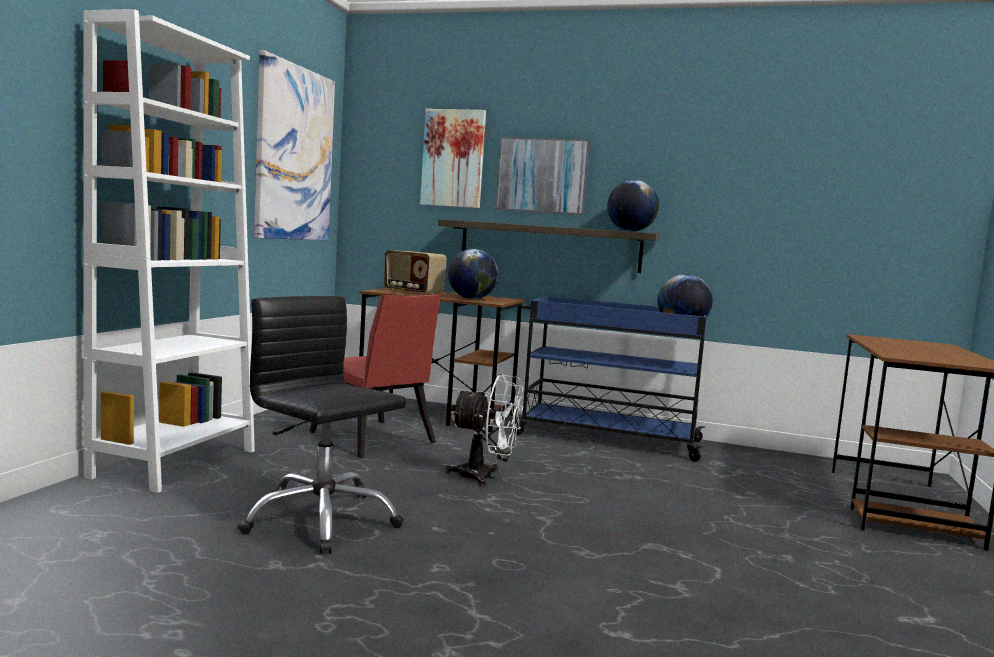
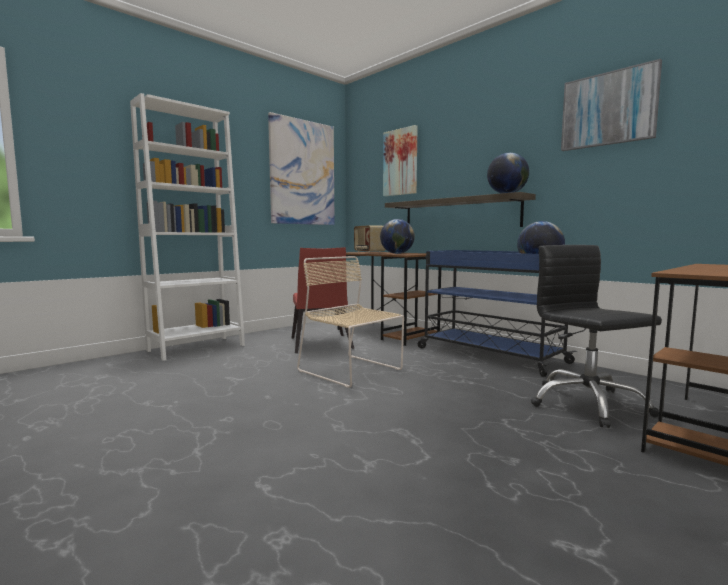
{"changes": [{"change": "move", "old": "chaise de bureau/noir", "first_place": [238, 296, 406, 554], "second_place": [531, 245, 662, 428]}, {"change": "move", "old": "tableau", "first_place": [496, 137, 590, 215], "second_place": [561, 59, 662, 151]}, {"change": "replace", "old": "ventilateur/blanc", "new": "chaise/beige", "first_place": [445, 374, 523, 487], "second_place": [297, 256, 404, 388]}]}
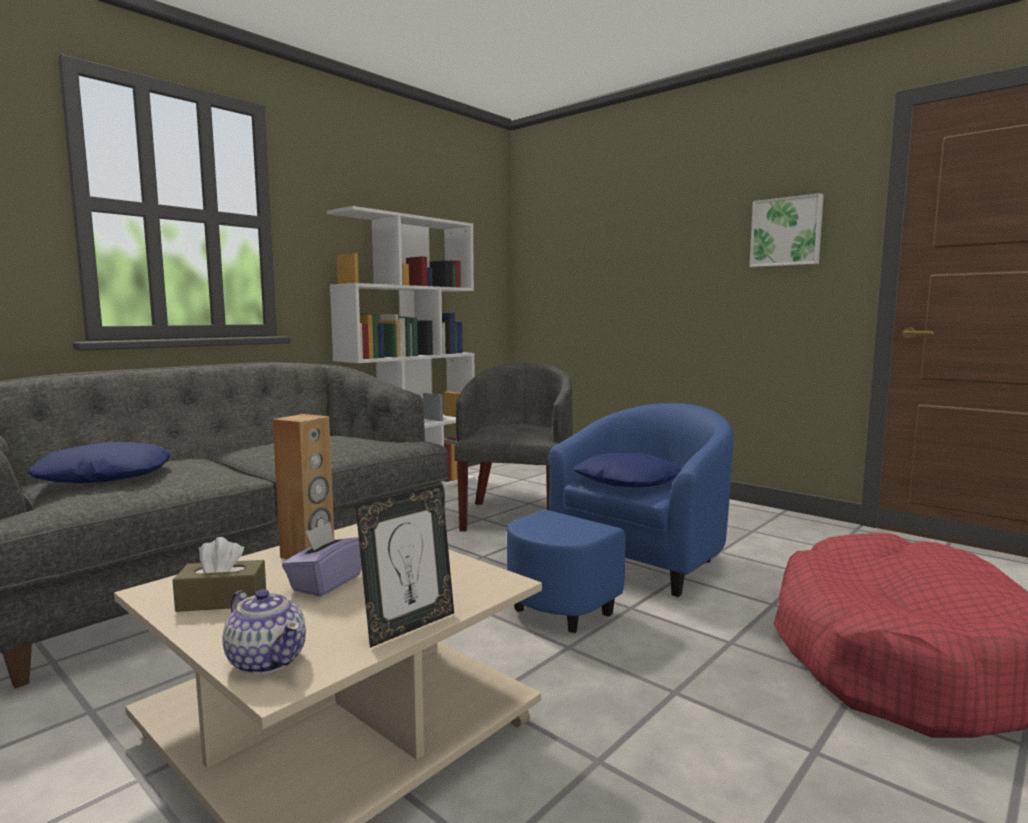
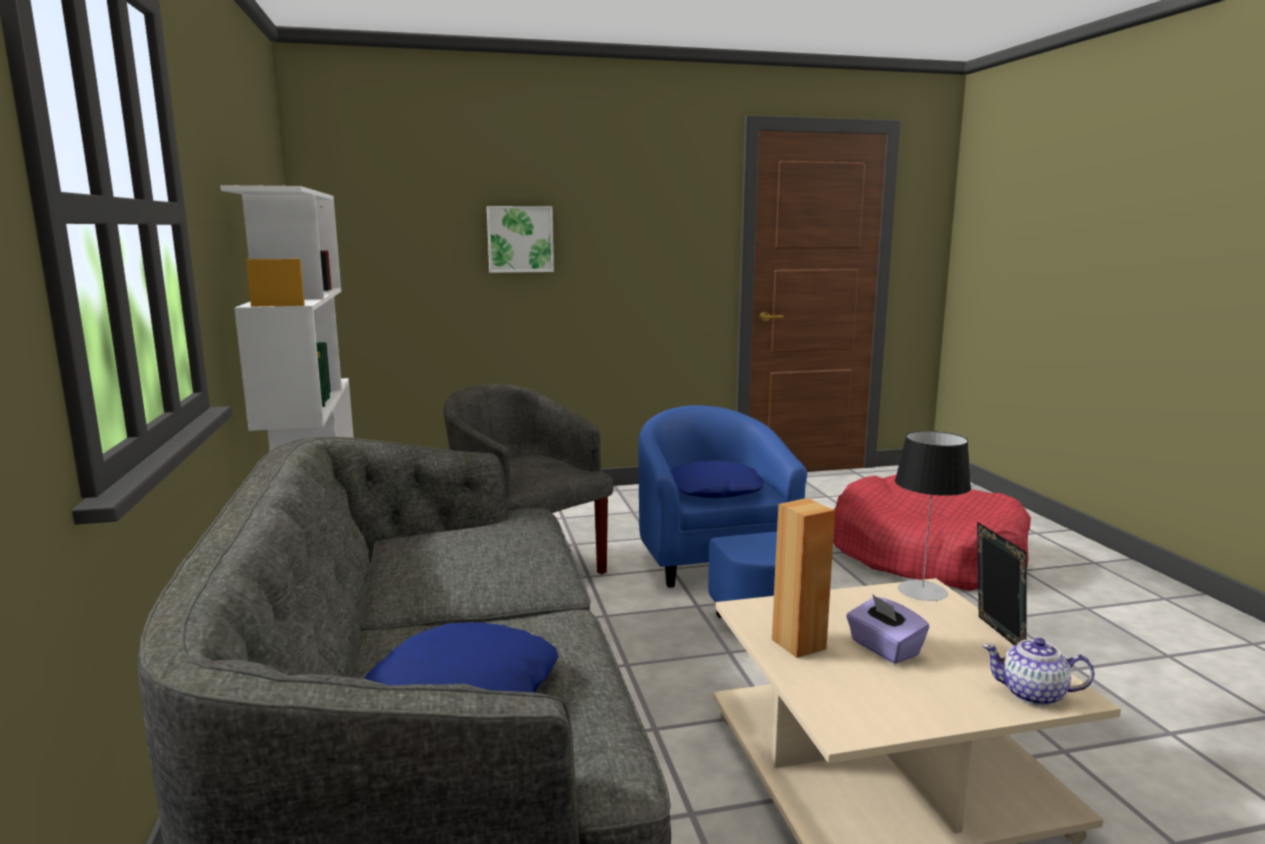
{"changes": [{"change": "delete", "old": "boîte à mouchoirs/marron", "first_place": [173, 537, 266, 612]}, {"change": "insert", "new": "lampe de table", "second_place": [895, 431, 971, 601]}, {"change": "move", "old": "tableau", "first_place": [749, 193, 824, 267], "second_place": [487, 206, 554, 273]}, {"change": "rotate", "old": "théière", "first_place": [223, 589, 306, 675], "second_place": [982, 638, 1095, 706], "degrees": -150}]}
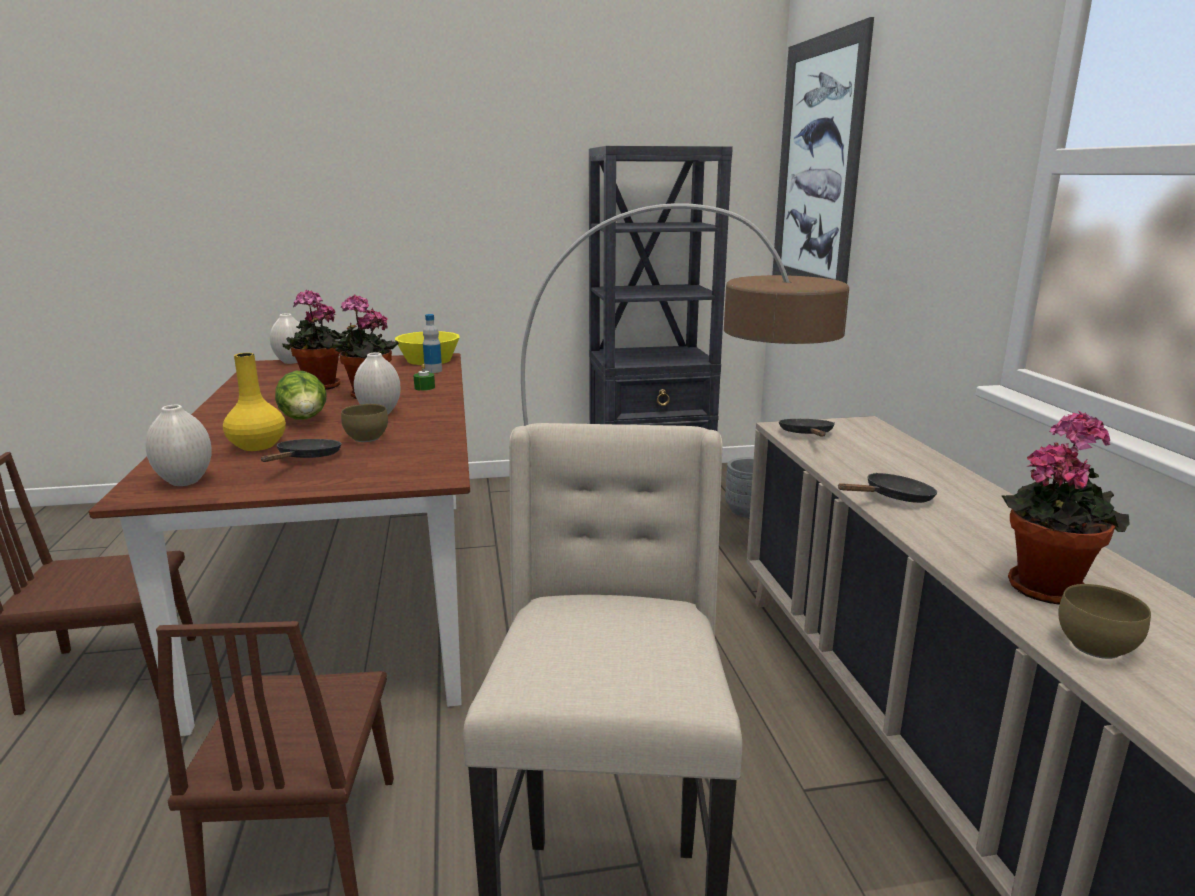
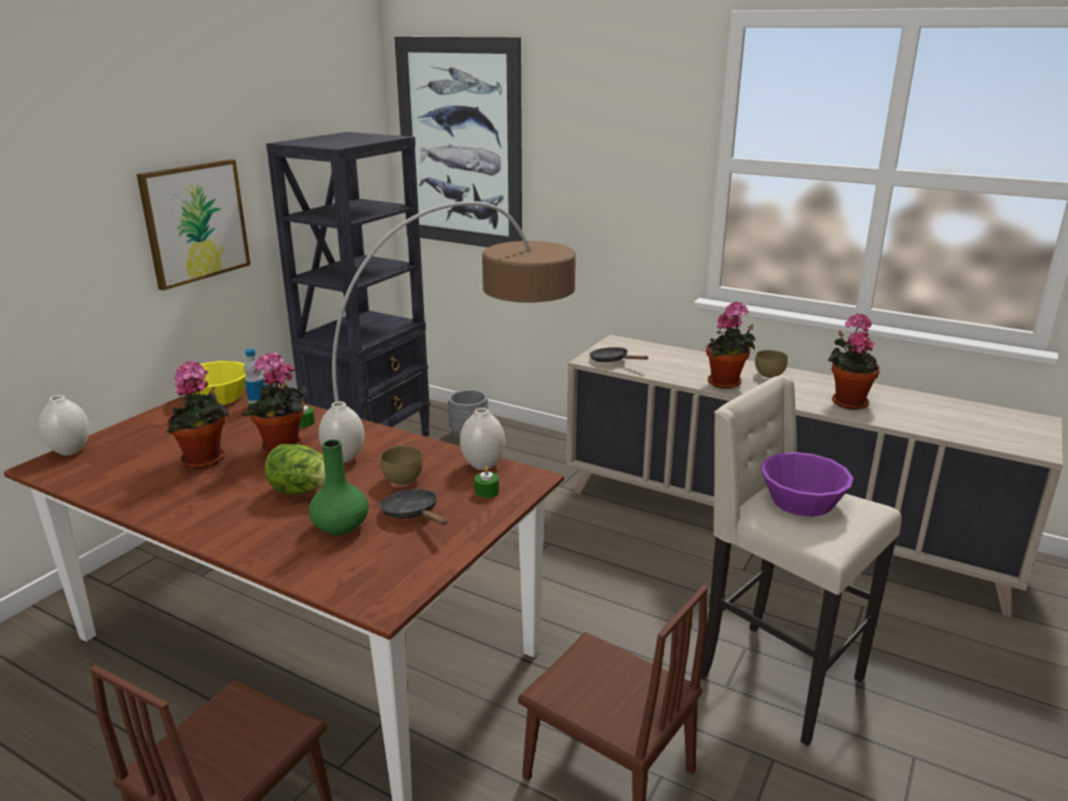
{"changes": [{"change": "insert", "new": "tableau", "second_place": [137, 159, 251, 291]}, {"change": "insert", "new": "bougie/vert", "second_place": [475, 466, 499, 498]}, {"change": "insert", "new": "bol/violet", "second_place": [761, 452, 853, 517]}, {"change": "move", "old": "vase/blanc", "first_place": [145, 405, 212, 486], "second_place": [460, 408, 505, 470]}, {"change": "move", "old": "bol/marron", "first_place": [1058, 584, 1151, 659], "second_place": [755, 350, 788, 378]}, {"change": "replace", "old": "poêle/noir", "new": "plante en pot", "first_place": [838, 473, 937, 503], "second_place": [706, 301, 756, 389]}, {"change": "recolor", "old": "vase/jaune", "new": "vase/vert", "first_place": [223, 353, 286, 451], "second_place": [309, 439, 369, 535]}]}
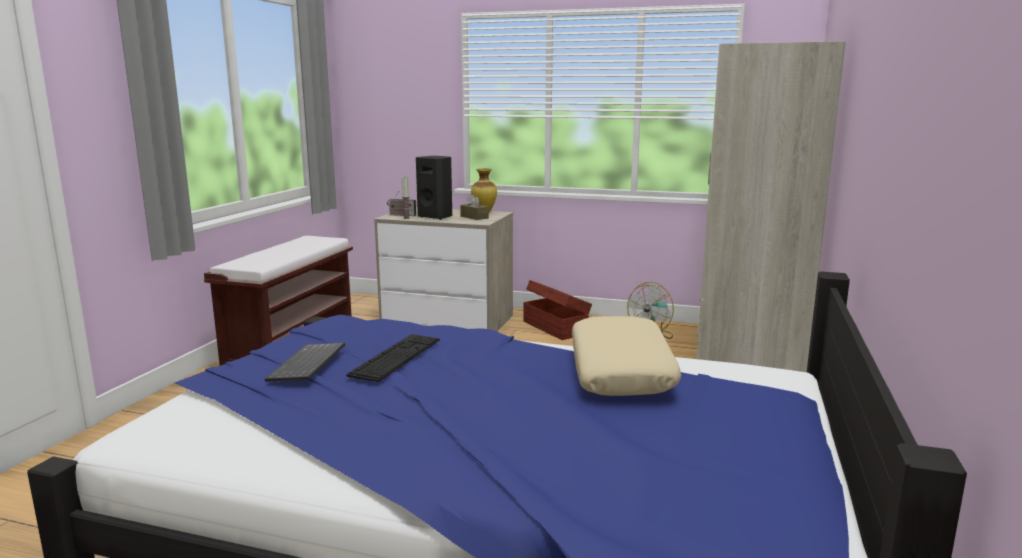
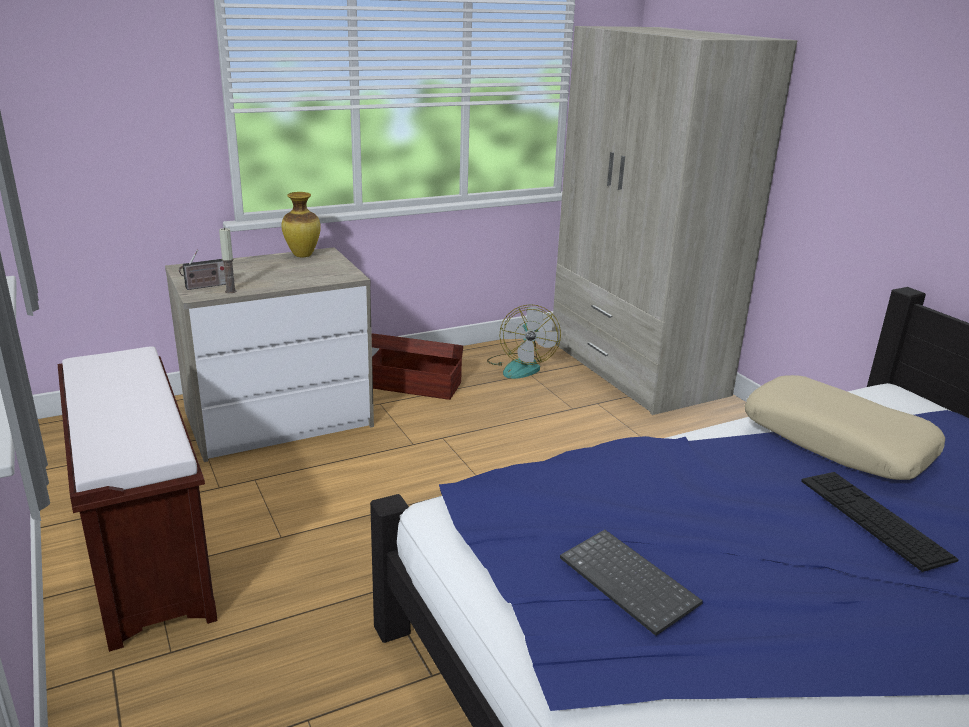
{"changes": [{"change": "delete", "old": "enceinte/noir", "first_place": [416, 156, 452, 220]}, {"change": "delete", "old": "boîte à mouchoirs/marron", "first_place": [460, 194, 489, 220]}, {"change": "move", "old": "clavier", "first_place": [346, 334, 440, 382], "second_place": [801, 472, 959, 572]}]}
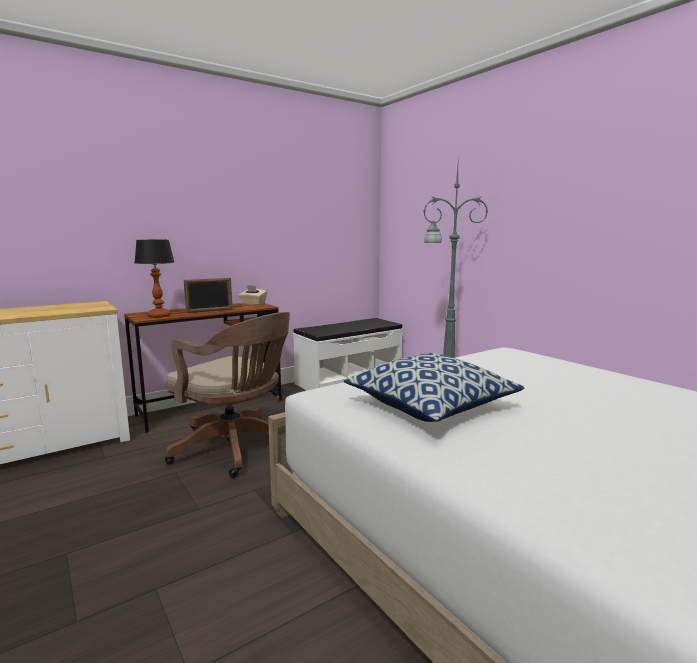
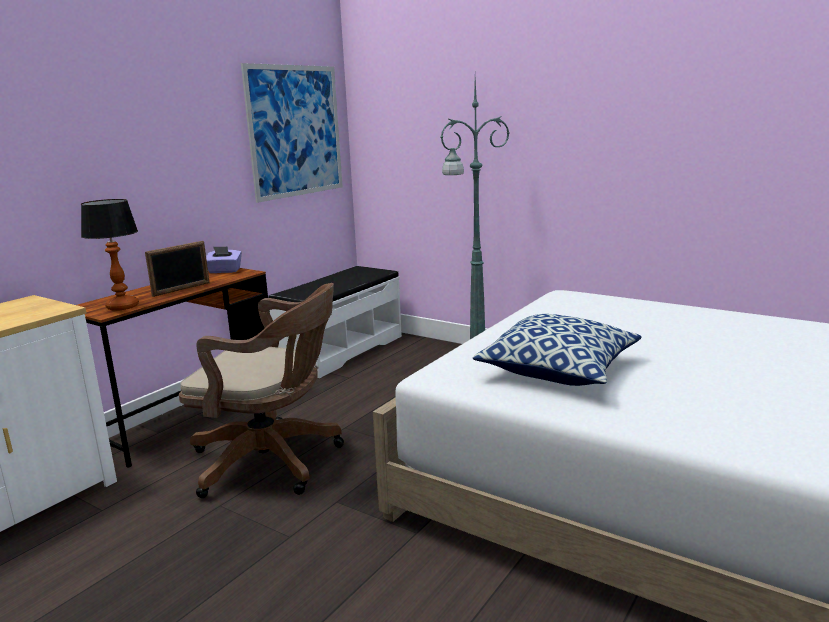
{"changes": [{"change": "insert", "new": "tableau", "second_place": [241, 63, 343, 203]}, {"change": "recolor", "old": "boîte à mouchoirs/beige", "new": "boîte à mouchoirs/violet", "first_place": [239, 285, 267, 305], "second_place": [206, 246, 242, 273]}]}
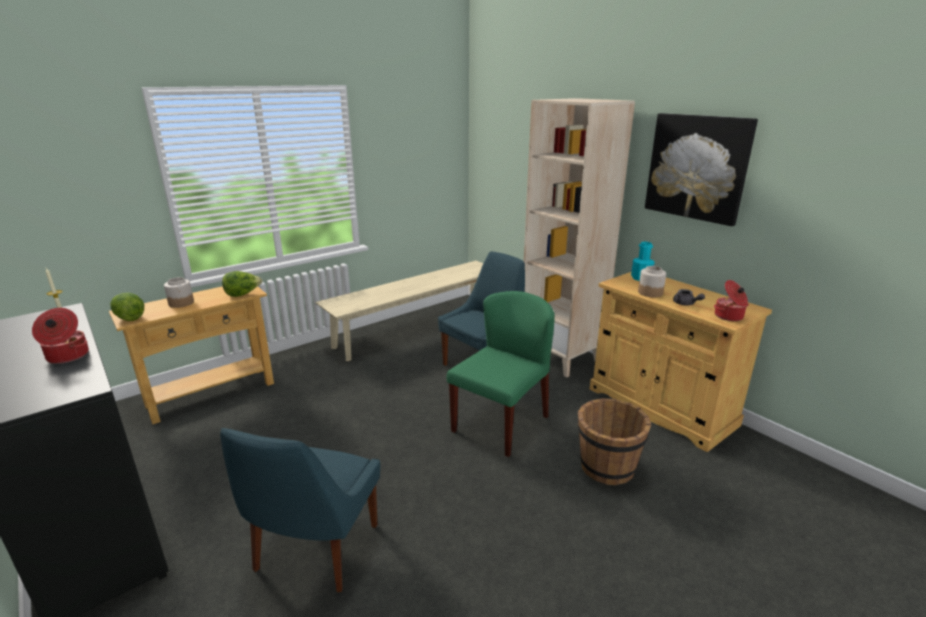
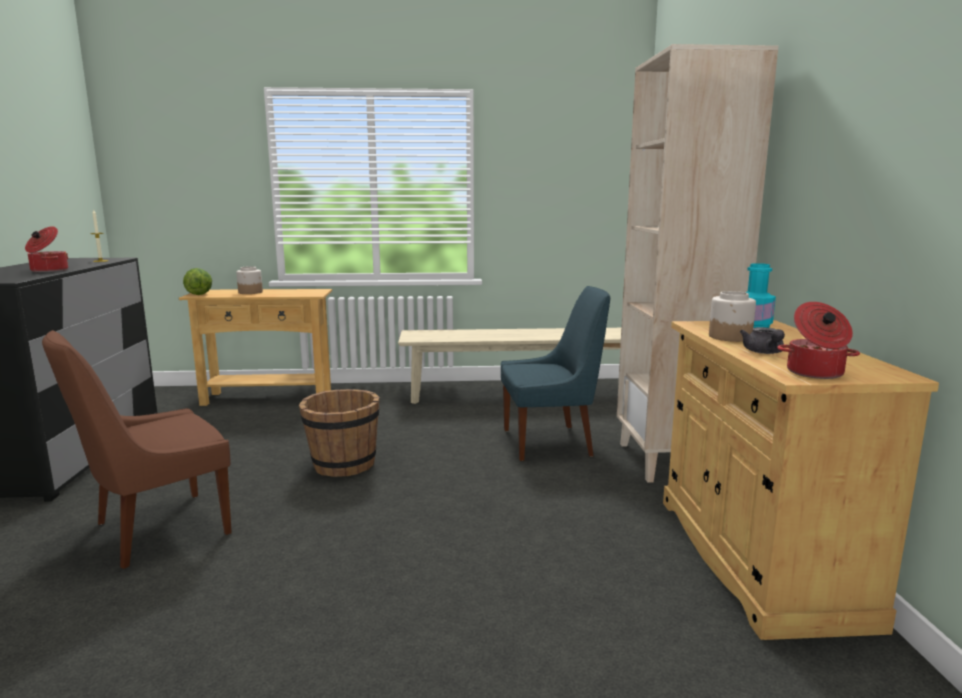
{"changes": [{"change": "delete", "old": "laitue", "first_place": [222, 271, 263, 297]}, {"change": "delete", "old": "chaise/vert", "first_place": [447, 291, 555, 457]}, {"change": "delete", "old": "tableau", "first_place": [645, 113, 758, 226]}, {"change": "move", "old": "seau/marron", "first_place": [578, 398, 651, 485], "second_place": [299, 389, 380, 477]}, {"change": "recolor", "old": "chaise/bleu", "new": "chaise/marron", "first_place": [220, 428, 380, 592], "second_place": [42, 330, 232, 569]}]}
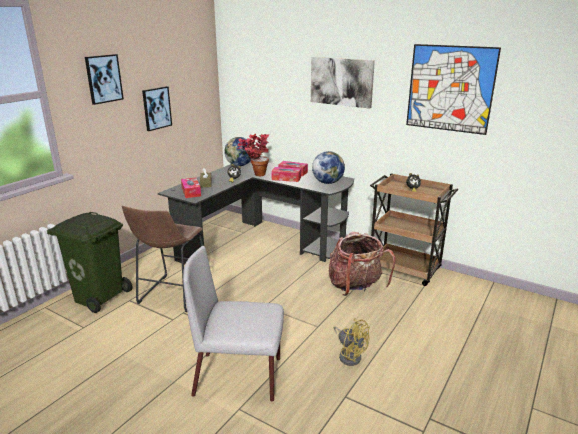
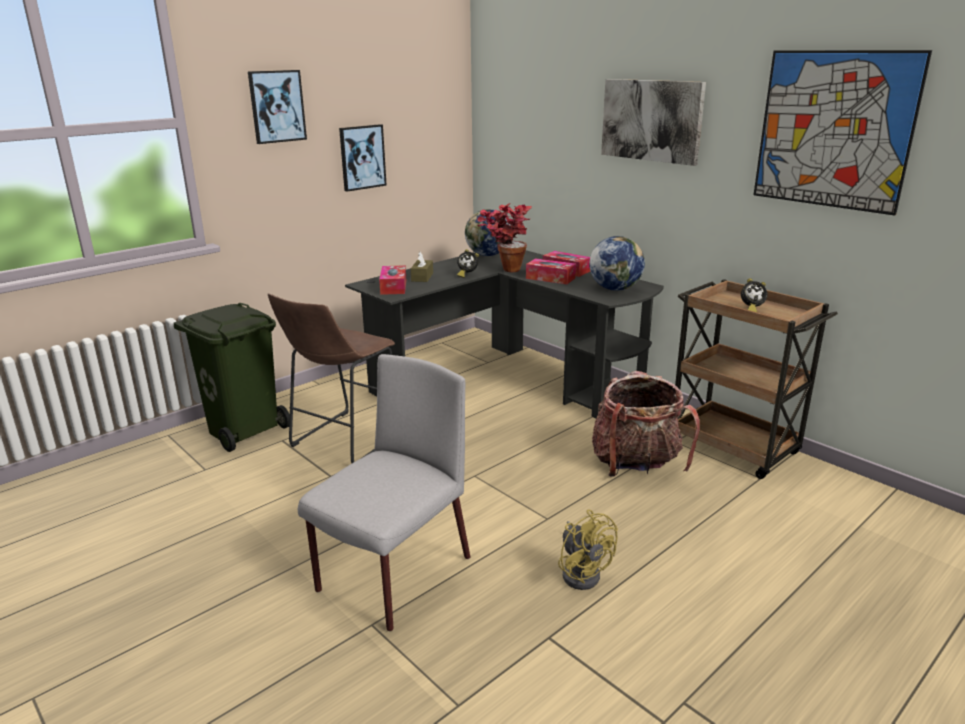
{"changes": [{"change": "rotate", "old": "chaise/gris", "first_place": [183, 246, 284, 401], "second_place": [298, 354, 470, 631], "degrees": 105}]}
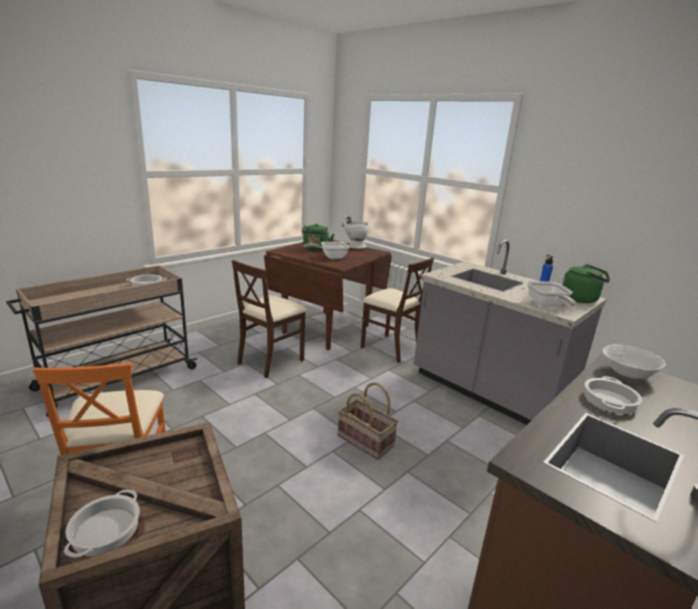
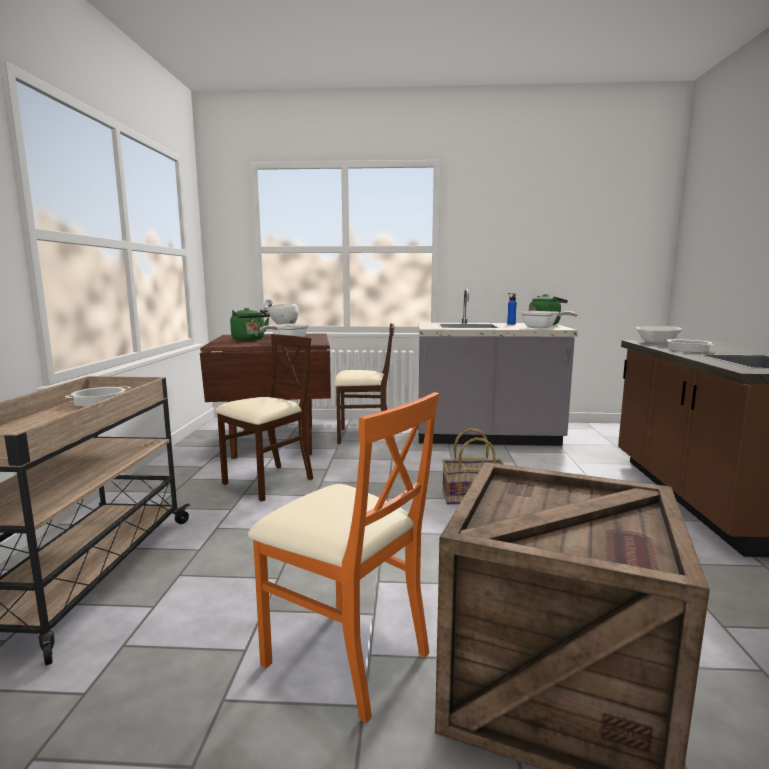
{"changes": [{"change": "delete", "old": "marmite", "first_place": [63, 490, 140, 557]}, {"change": "rotate", "old": "chaise/beige", "first_place": [232, 260, 307, 378], "second_place": [215, 334, 313, 502], "degrees": -135}]}
